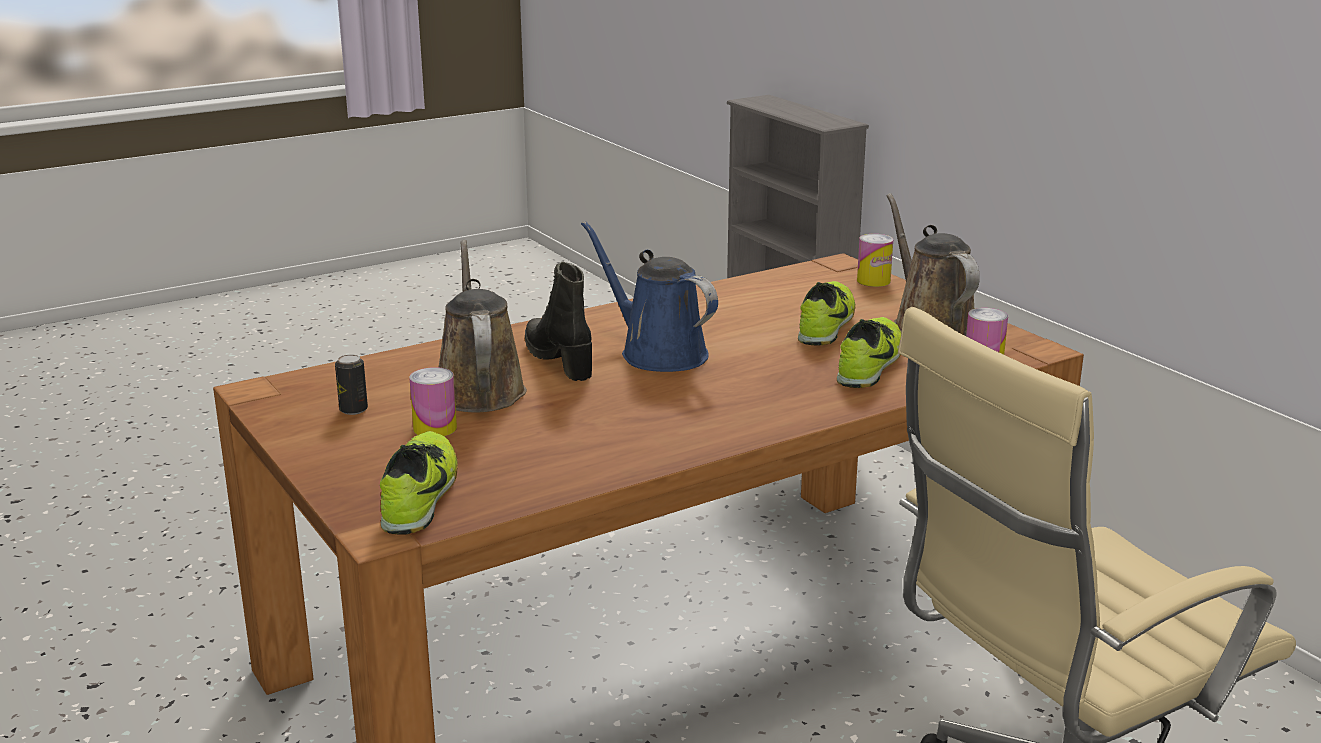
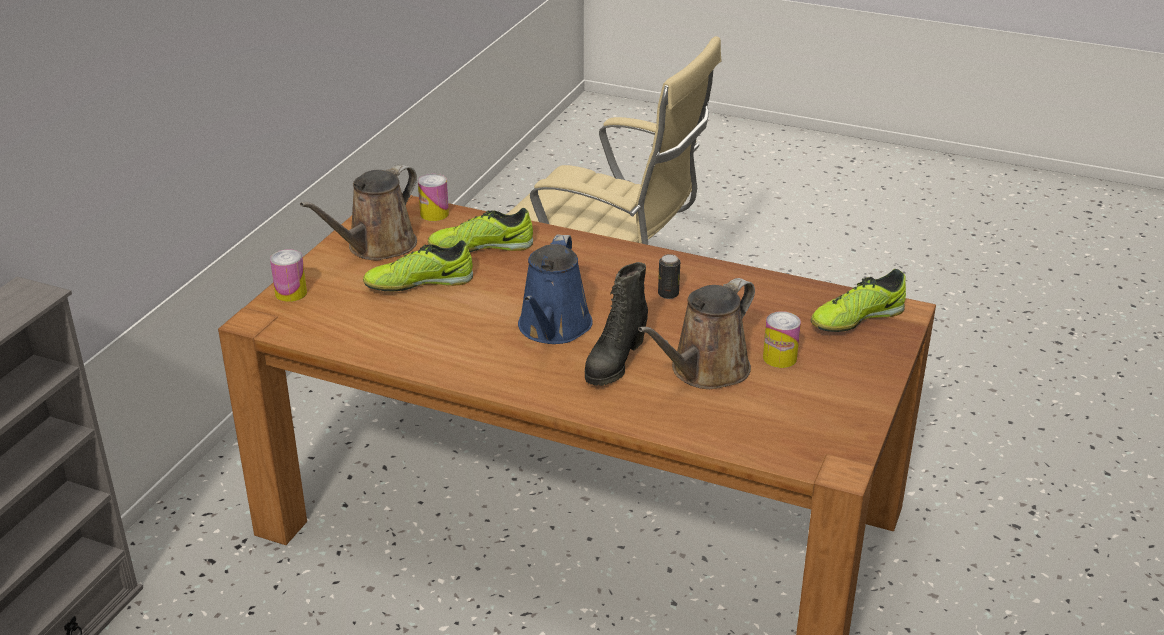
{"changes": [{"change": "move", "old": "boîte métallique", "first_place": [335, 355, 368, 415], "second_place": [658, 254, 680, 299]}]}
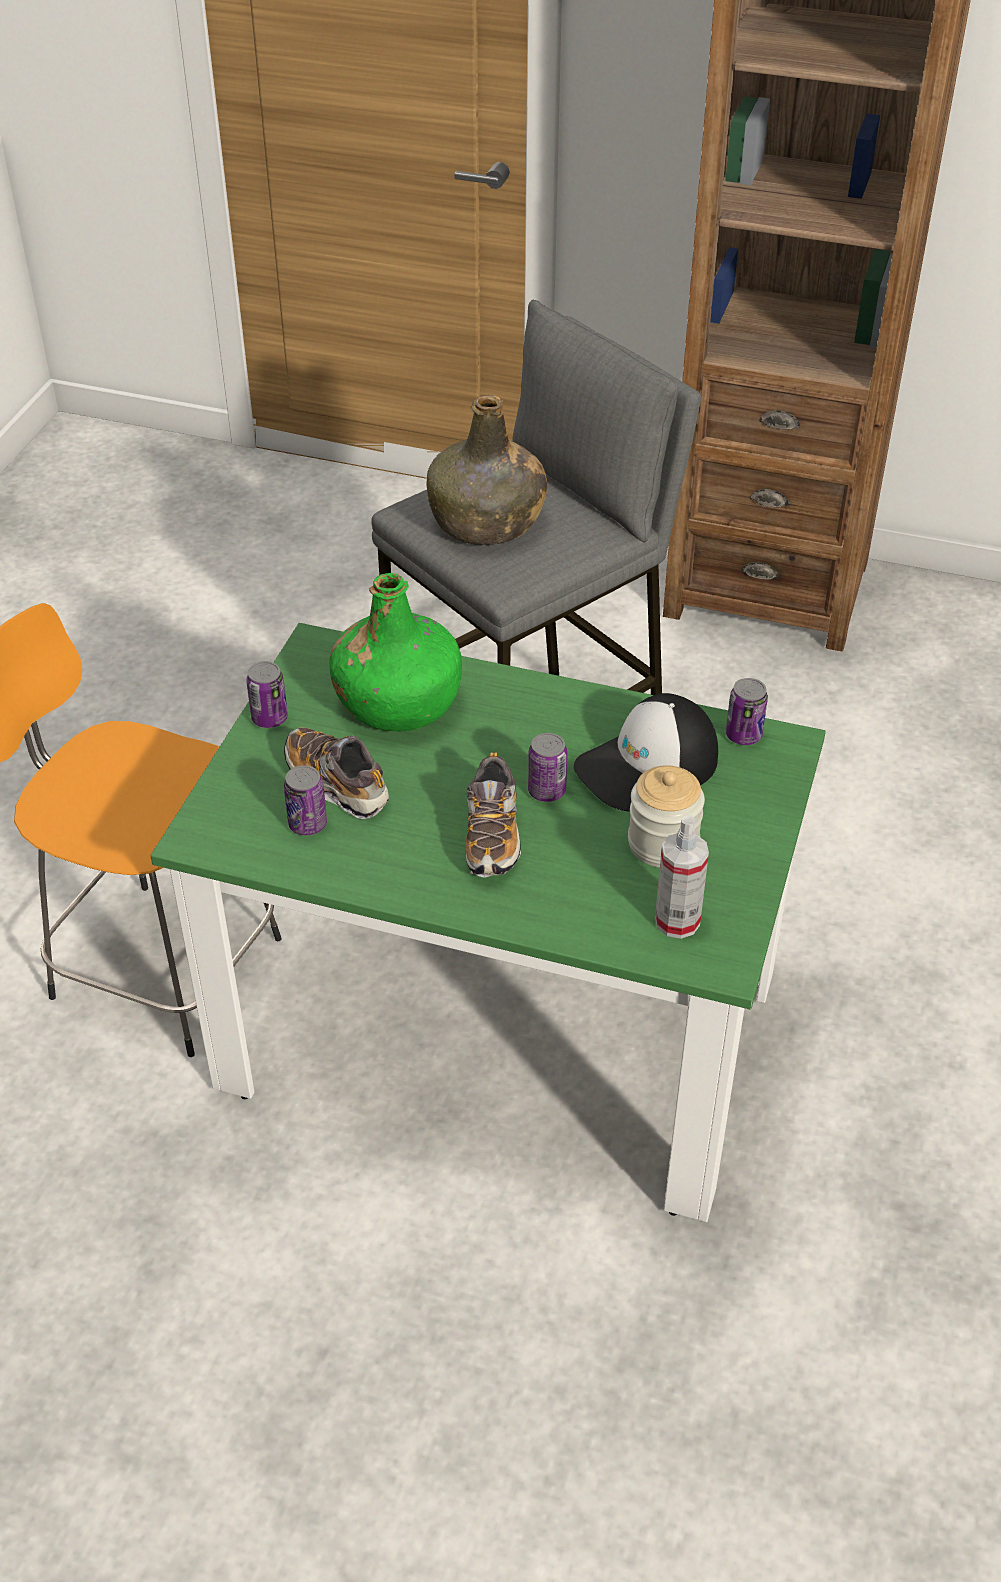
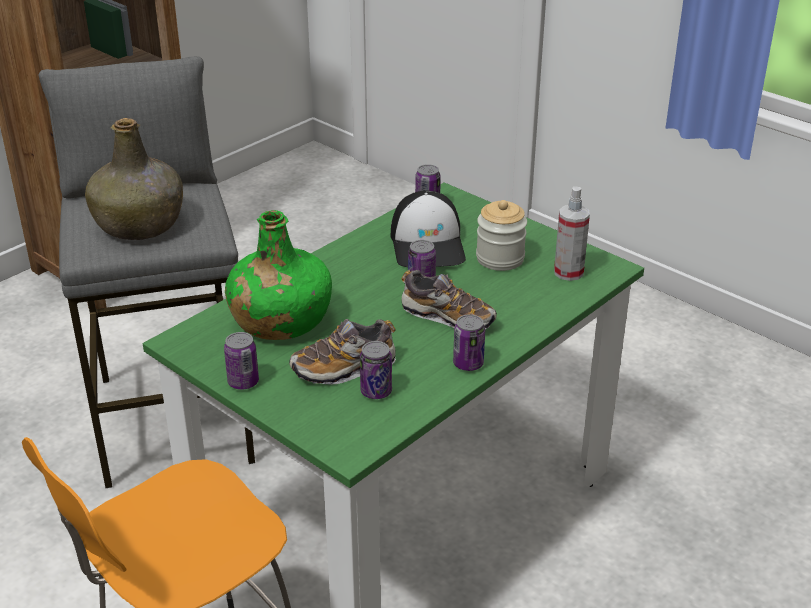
{"changes": [{"change": "insert", "new": "boîte métallique", "second_place": [453, 314, 485, 371]}]}
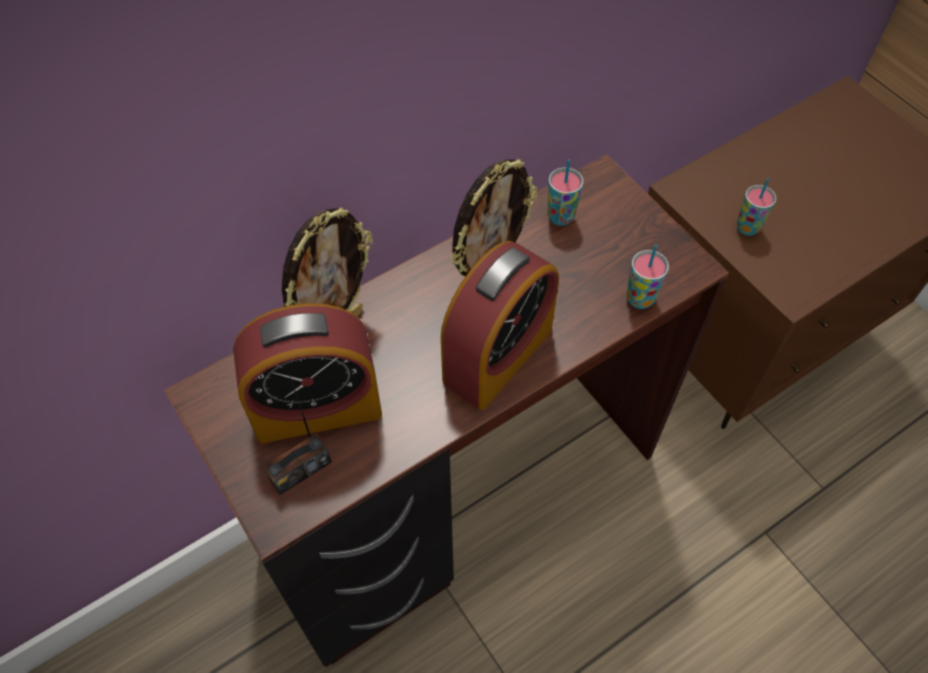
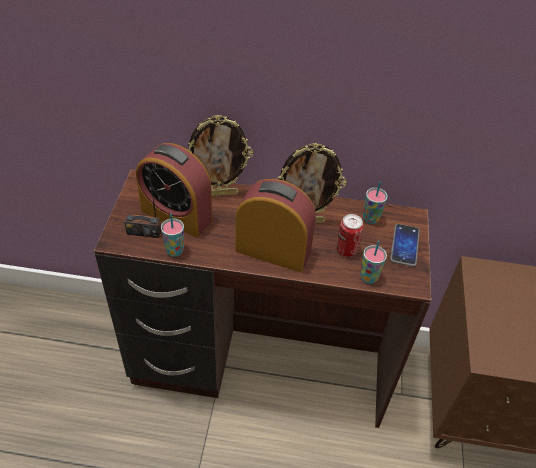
{"changes": [{"change": "insert", "new": "boîte métallique", "second_place": [336, 214, 363, 257]}, {"change": "insert", "new": "téléphone", "second_place": [390, 224, 420, 267]}, {"change": "move", "old": "tasse", "first_place": [737, 179, 776, 236], "second_place": [161, 213, 184, 257]}, {"change": "rotate", "old": "réveil", "first_place": [441, 241, 559, 410], "second_place": [235, 179, 316, 272], "degrees": -150}]}
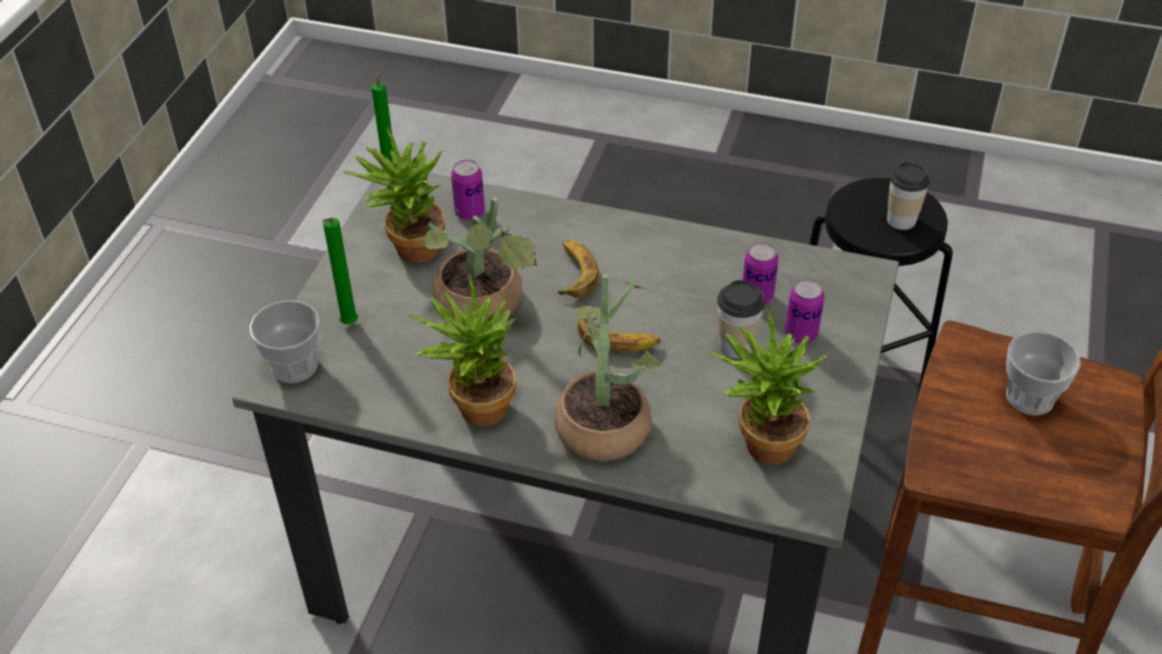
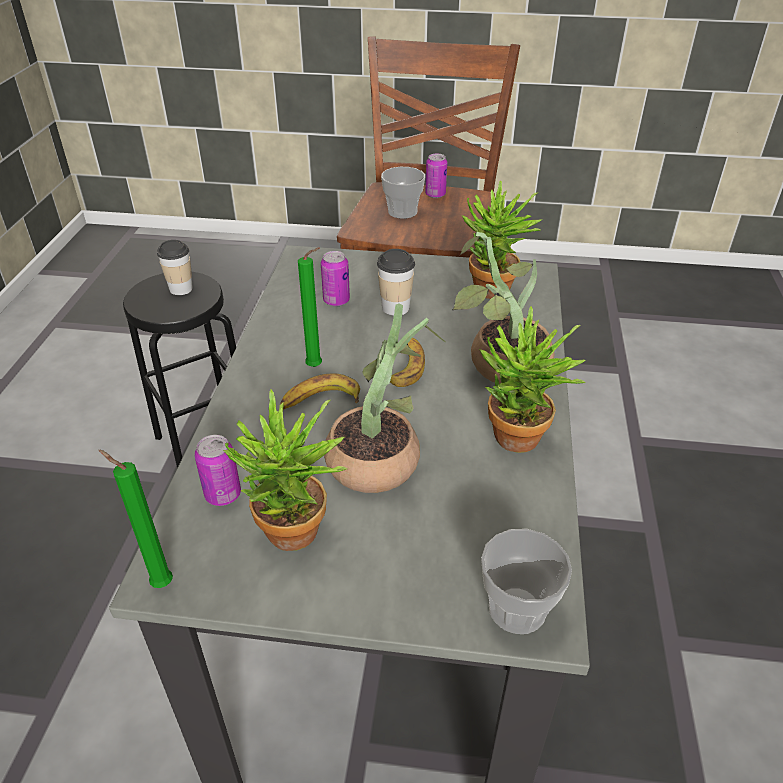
{"changes": [{"change": "move", "old": "bougie/vert", "first_place": [323, 218, 358, 324], "second_place": [298, 247, 322, 367]}, {"change": "move", "old": "boîte métallique", "first_place": [785, 279, 825, 343], "second_place": [425, 153, 447, 198]}]}
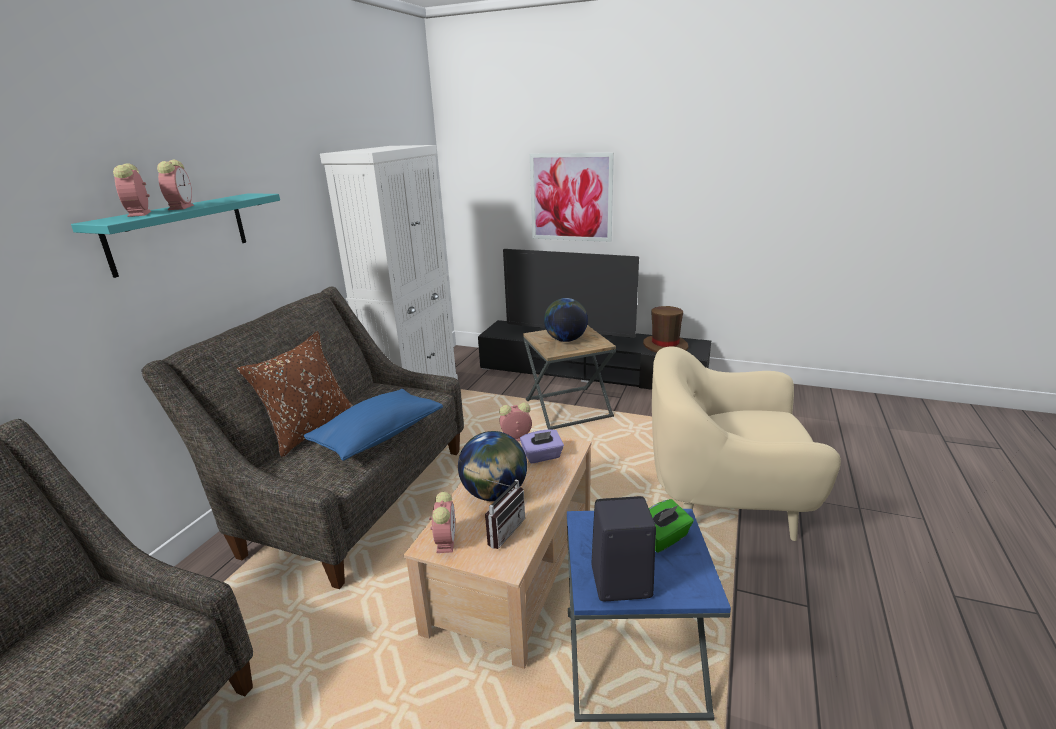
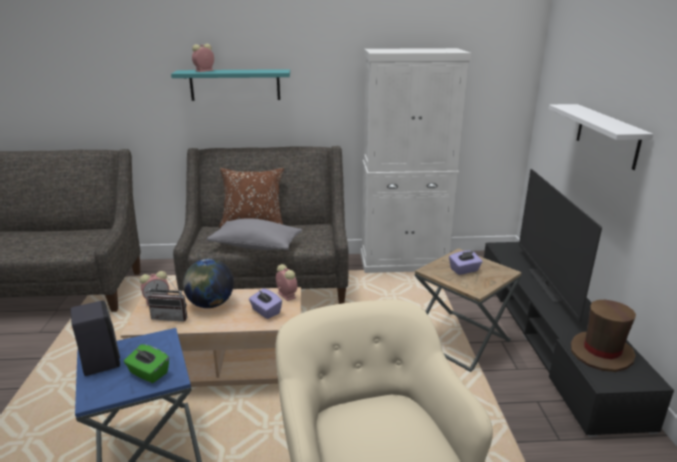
{"changes": [{"change": "delete", "old": "réveil", "first_place": [157, 160, 194, 210]}, {"change": "replace", "old": "tableau", "new": "étagère/blanc", "first_place": [530, 153, 614, 242], "second_place": [548, 104, 654, 170]}, {"change": "replace", "old": "globe", "new": "boîte à mouchoirs/violet", "first_place": [544, 298, 588, 342], "second_place": [449, 251, 482, 275]}, {"change": "recolor", "old": "coussin/bleu", "new": "coussin/gris", "first_place": [304, 389, 443, 461], "second_place": [207, 218, 302, 250]}]}
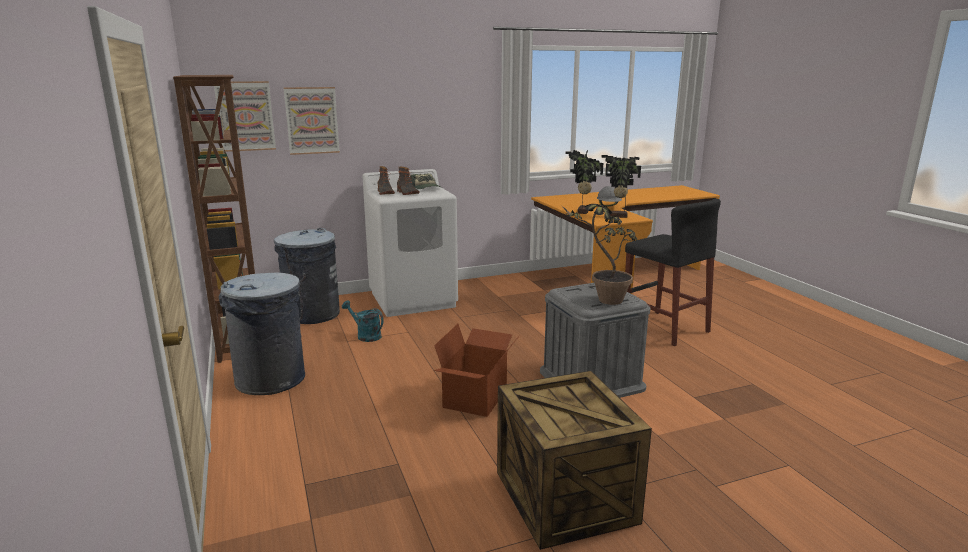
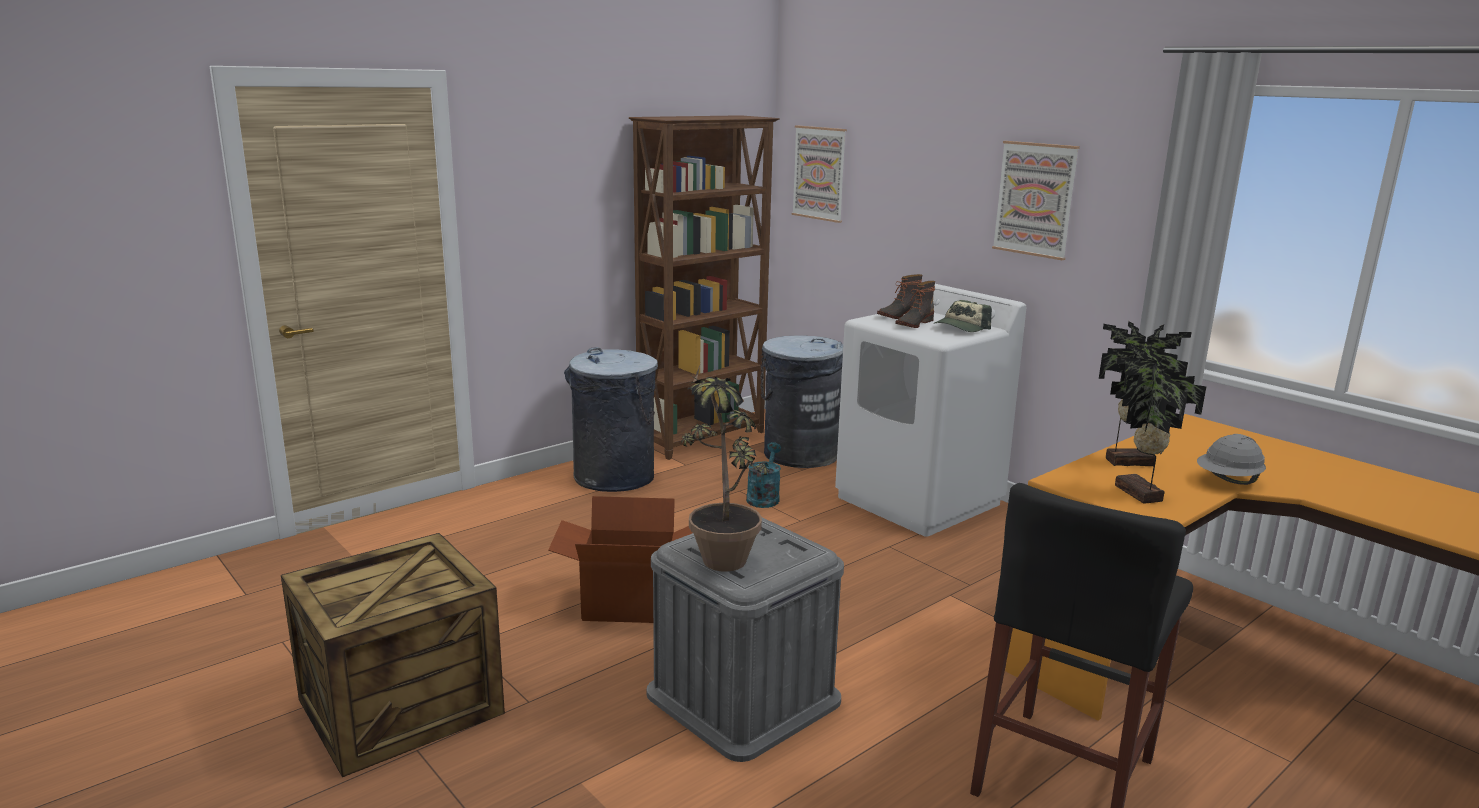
{"changes": [{"change": "move", "old": "tableau", "first_place": [283, 87, 340, 155], "second_place": [992, 141, 1080, 260]}]}
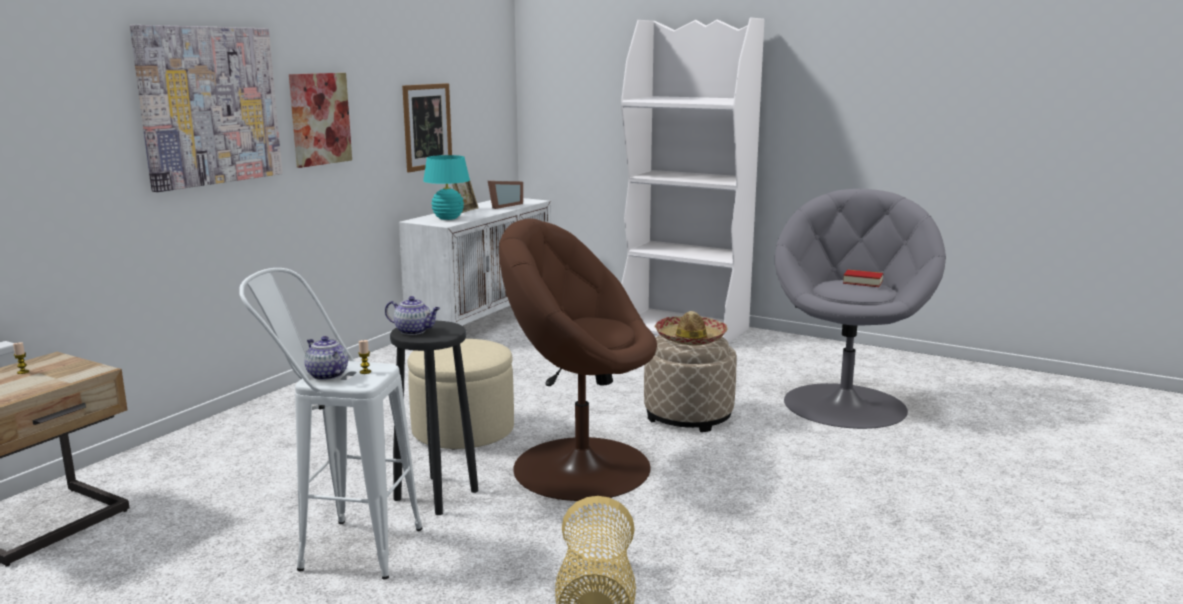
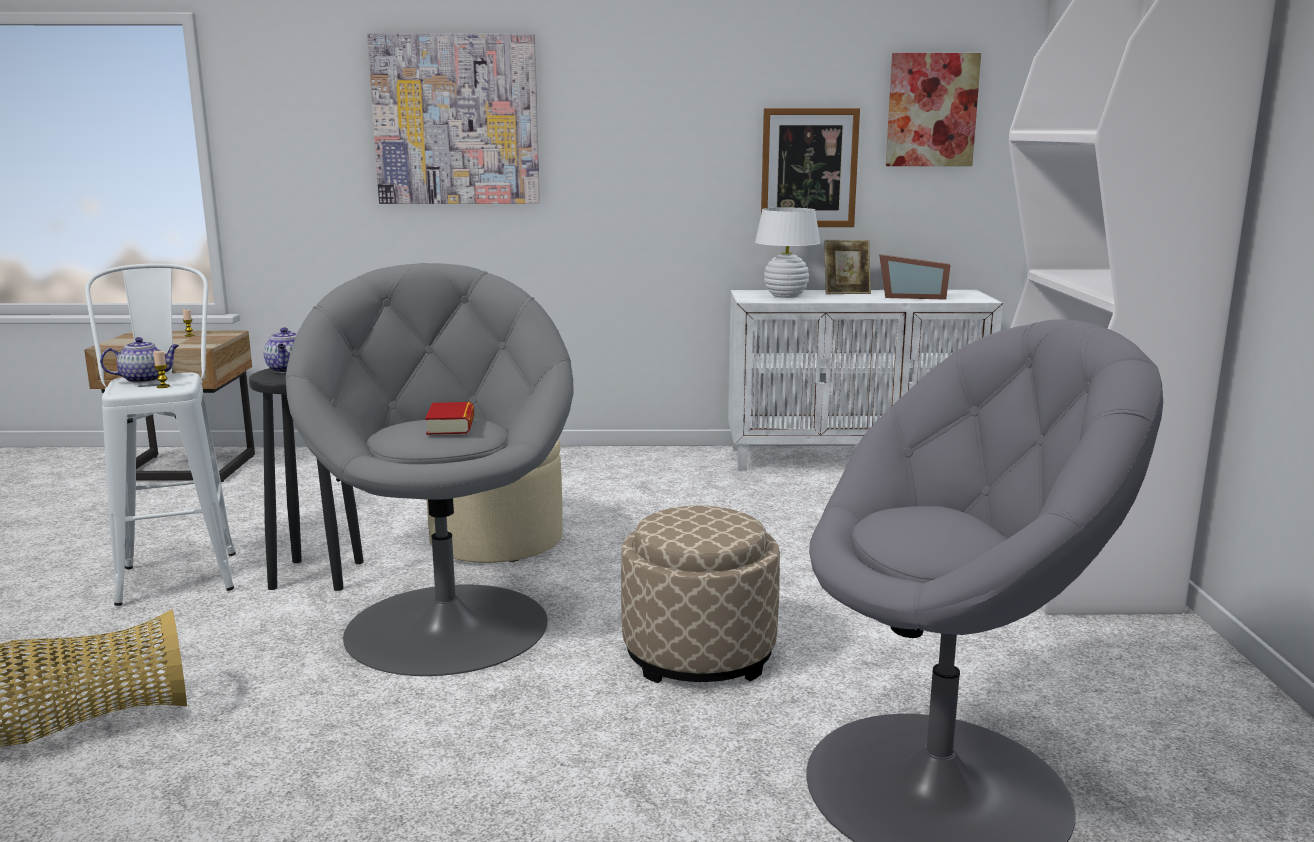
{"changes": [{"change": "delete", "old": "chapeau", "first_place": [654, 311, 728, 346]}, {"change": "move", "old": "tableau", "first_place": [289, 73, 352, 168], "second_place": [886, 53, 981, 166]}, {"change": "move", "old": "livre", "first_place": [843, 270, 883, 287], "second_place": [425, 402, 474, 435]}, {"change": "recolor", "old": "lampe de table/turquoise", "new": "lampe de table/blanc", "first_place": [423, 155, 470, 220], "second_place": [755, 207, 820, 298]}, {"change": "recolor", "old": "fauteuil/marron", "new": "fauteuil/gris", "first_place": [499, 218, 657, 501], "second_place": [285, 263, 574, 676]}, {"change": "rotate", "old": "théière", "first_place": [305, 336, 348, 380], "second_place": [100, 337, 179, 383], "degrees": 45}]}
